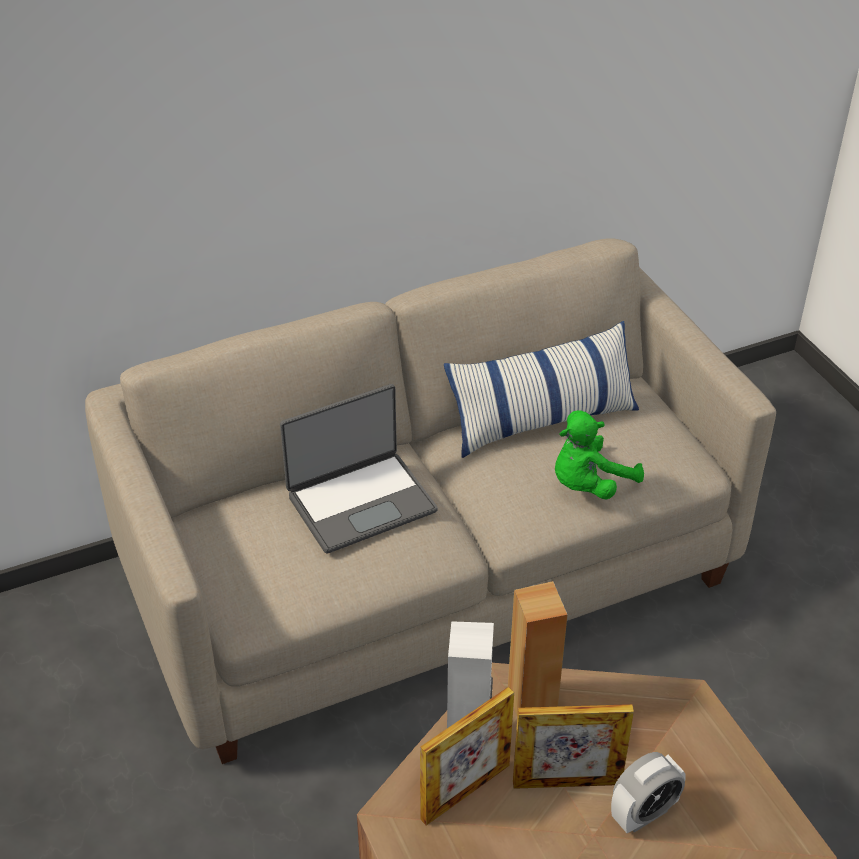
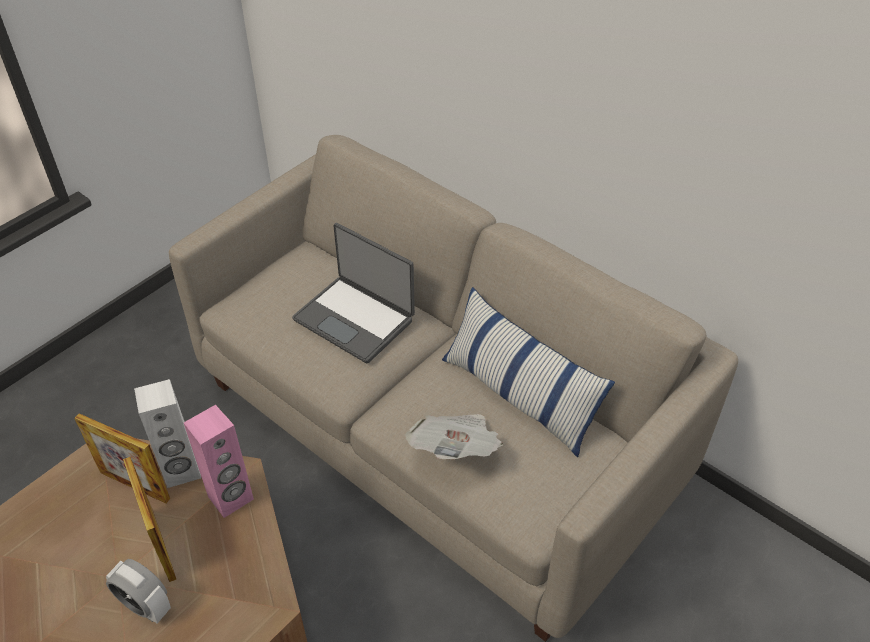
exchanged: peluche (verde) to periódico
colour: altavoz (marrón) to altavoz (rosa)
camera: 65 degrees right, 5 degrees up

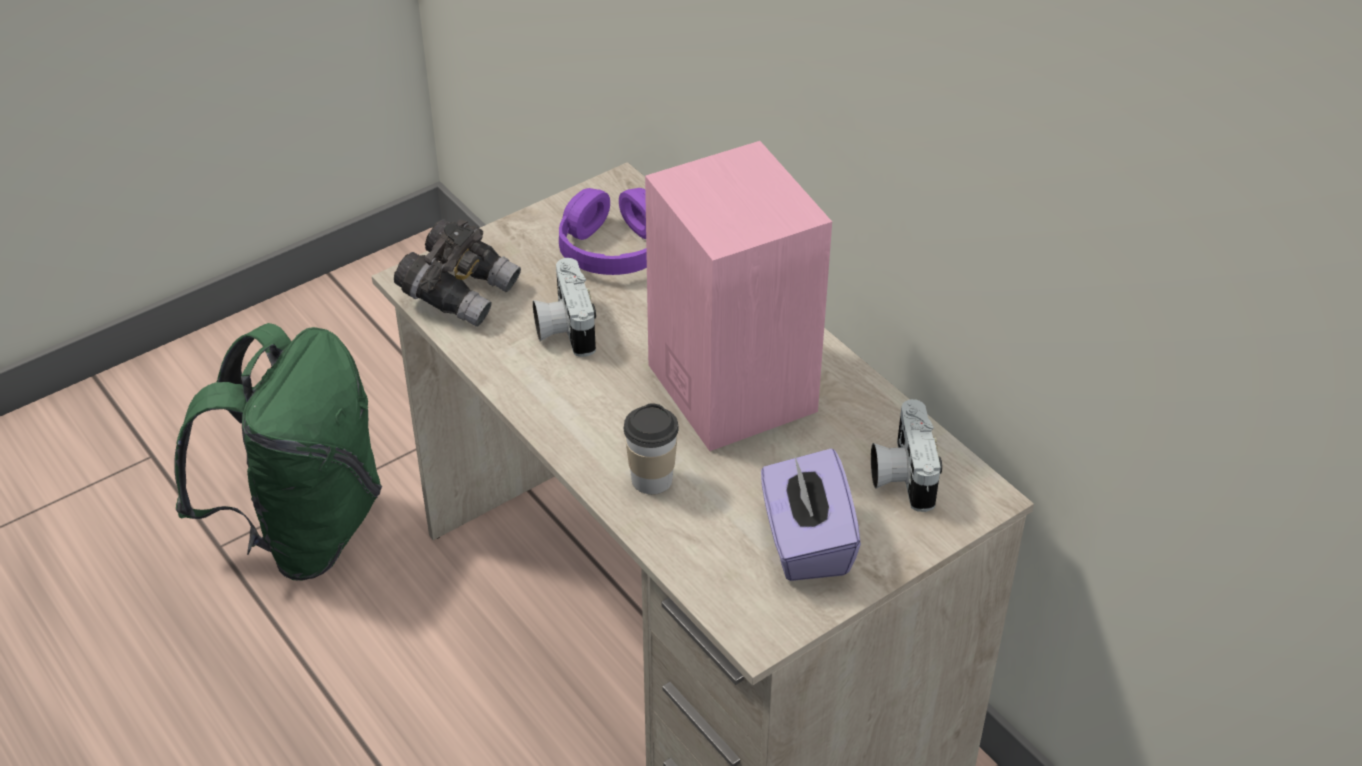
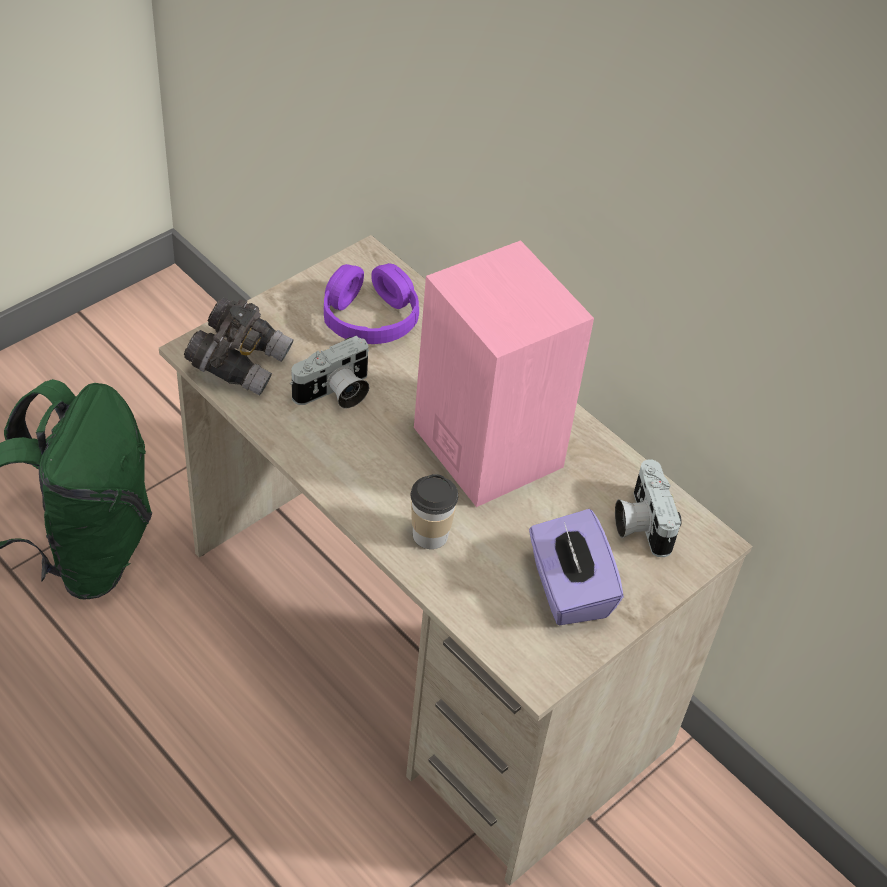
spun: cámara (no. 1 from left) 105 degrees counterclockwise
camera: 10 degrees left, 5 degrees up

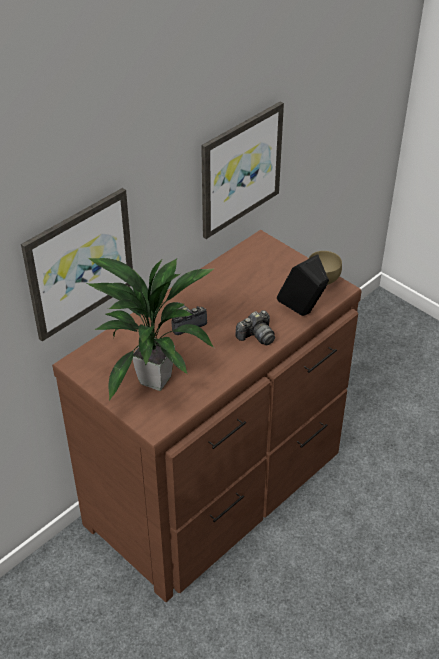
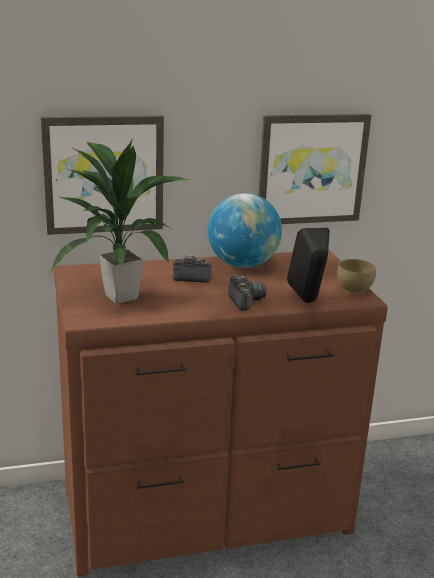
appeared: globo terráqueo
spun: cámara (no. 2 from left) 105 degrees counterclockwise
camera: 30 degrees right, 20 degrees down

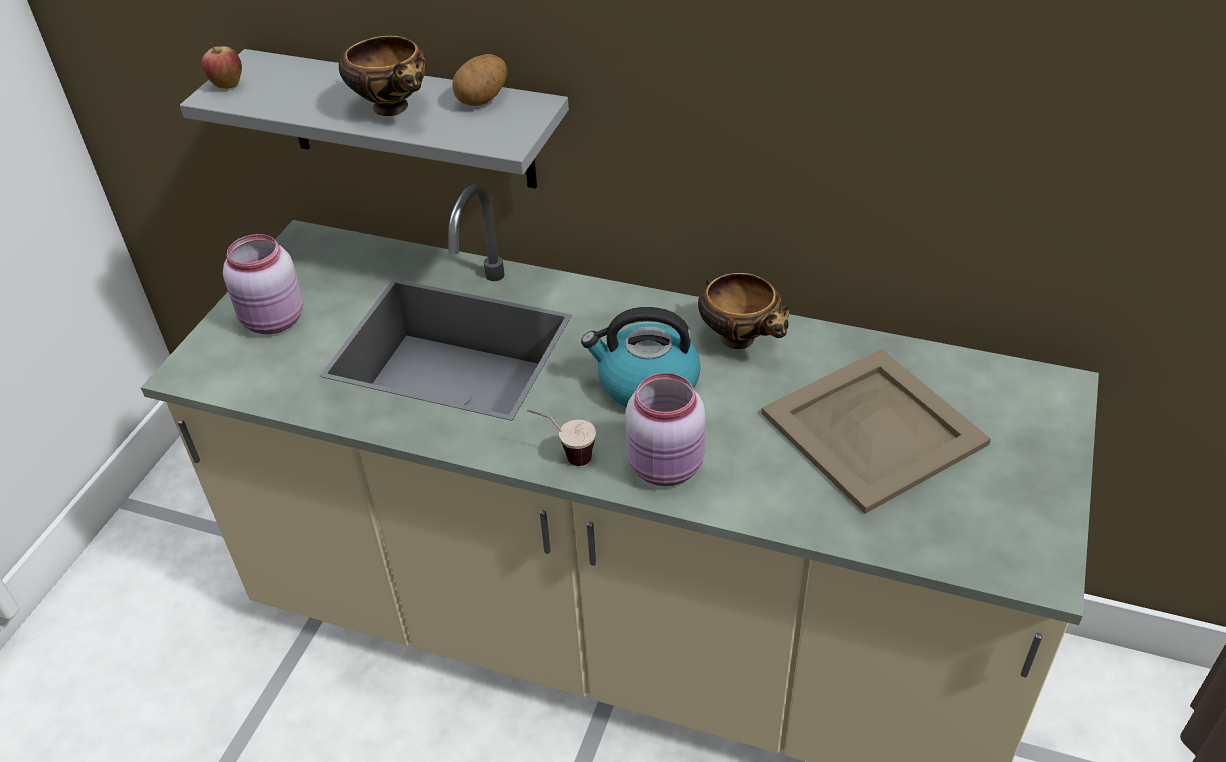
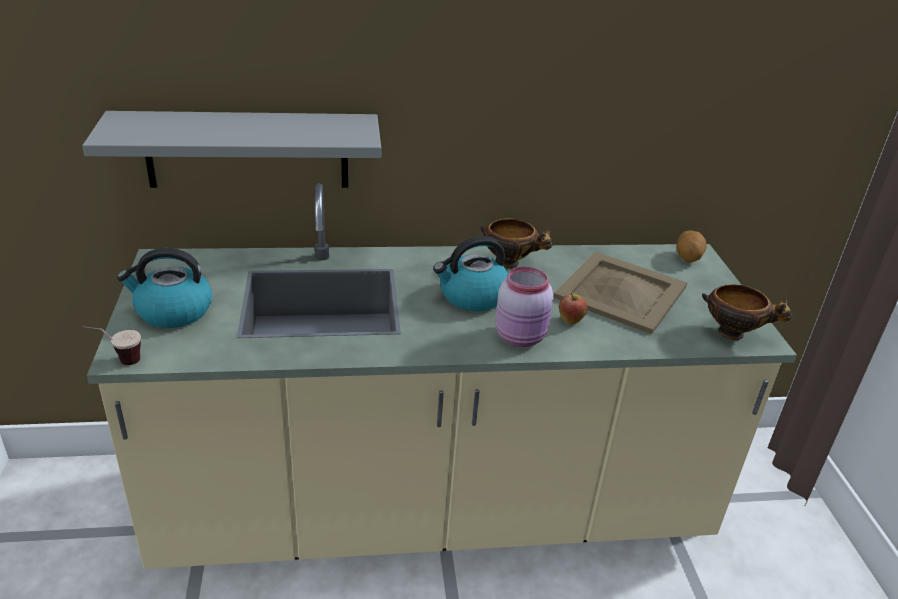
relocated: cuenco (no. 1 from left in the first image) to cuenco (no. 2 from left); manzana; patata; taza
exchanged: tarro (rosa) (no. 1 from left) to hervidor (no. 1 from left)
camera: 30 degrees left, 10 degrees down

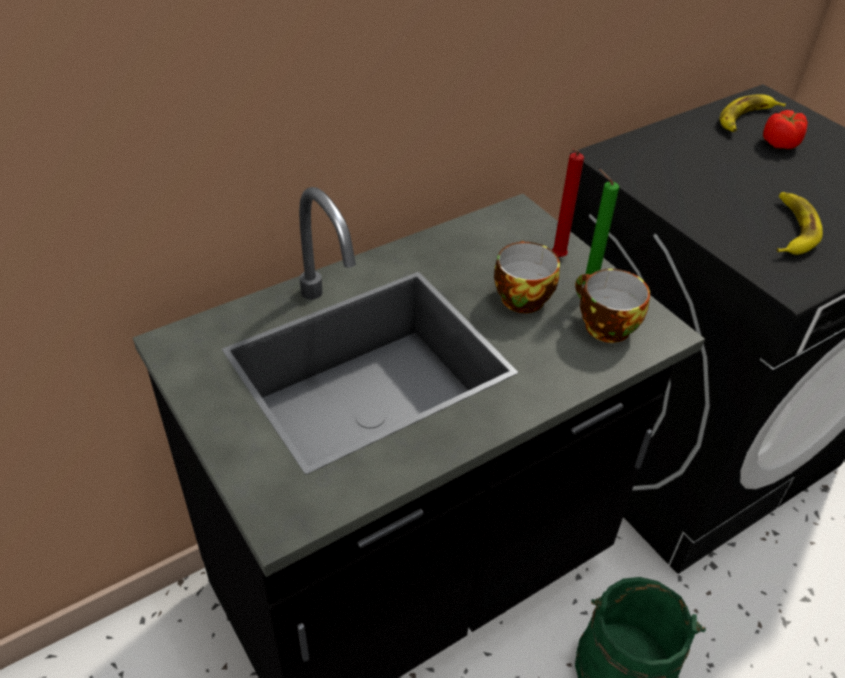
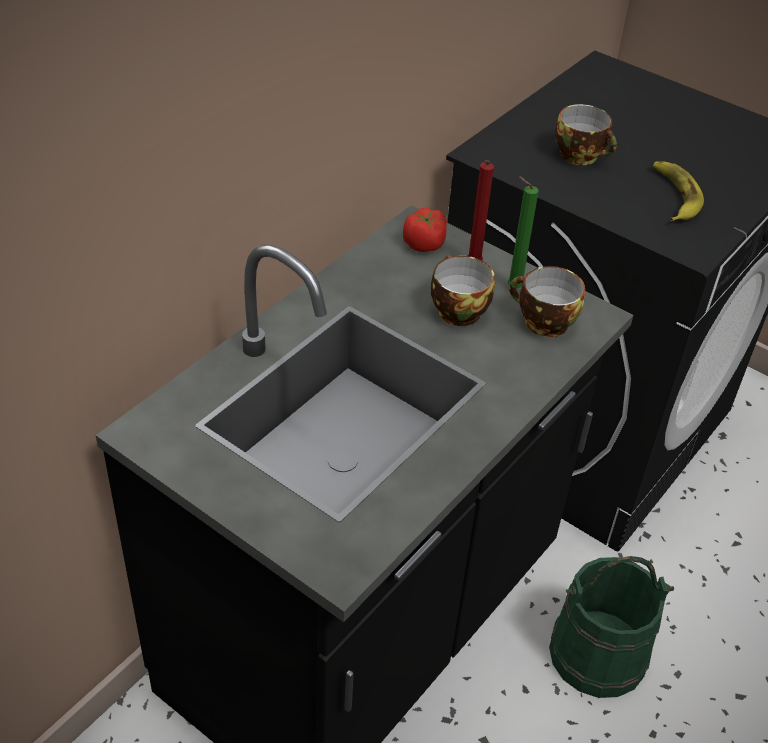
missing: plátano (no. 1 from left)
appeared: taza (no. 3 from left)
relocated: tomate
camera: 20 degrees left, 0 degrees up

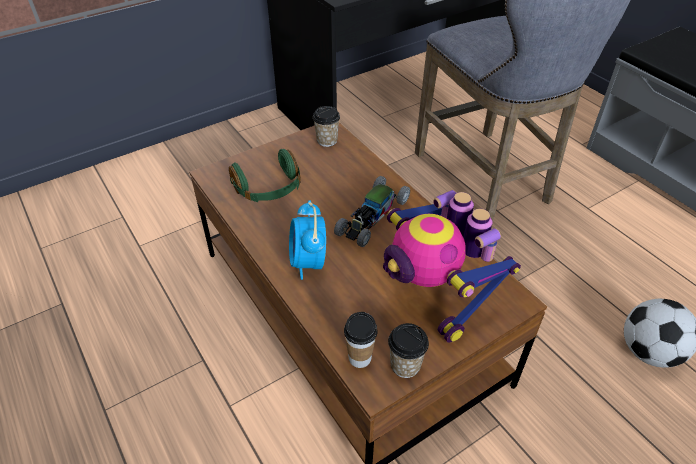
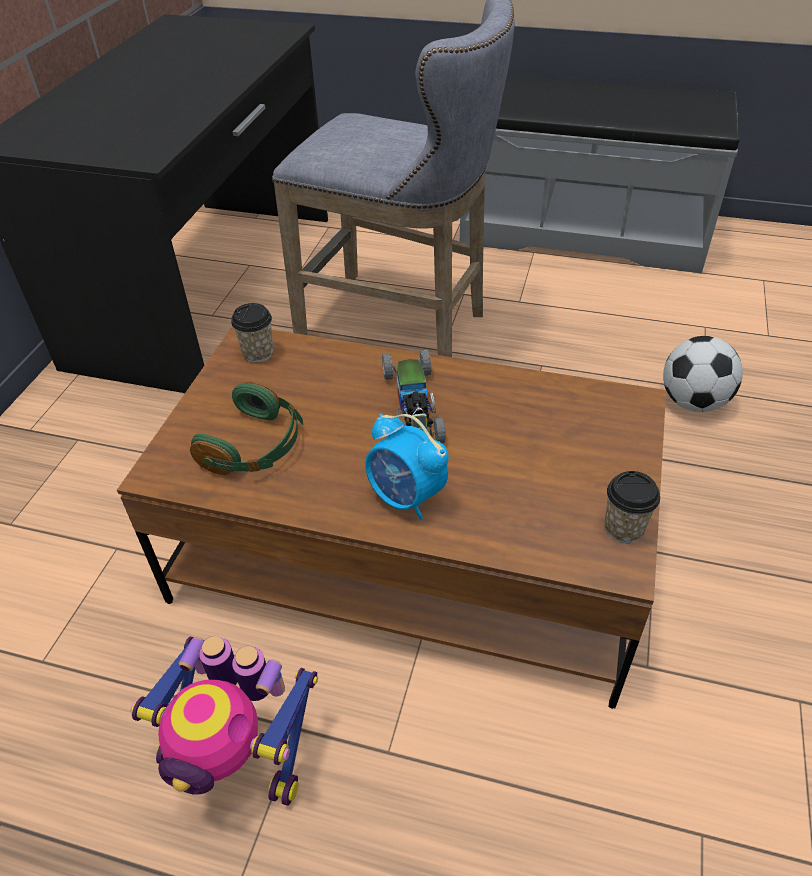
missing: taza (no. 2 from left)
relocated: robot de juguete
camera: 40 degrees left, 0 degrees up

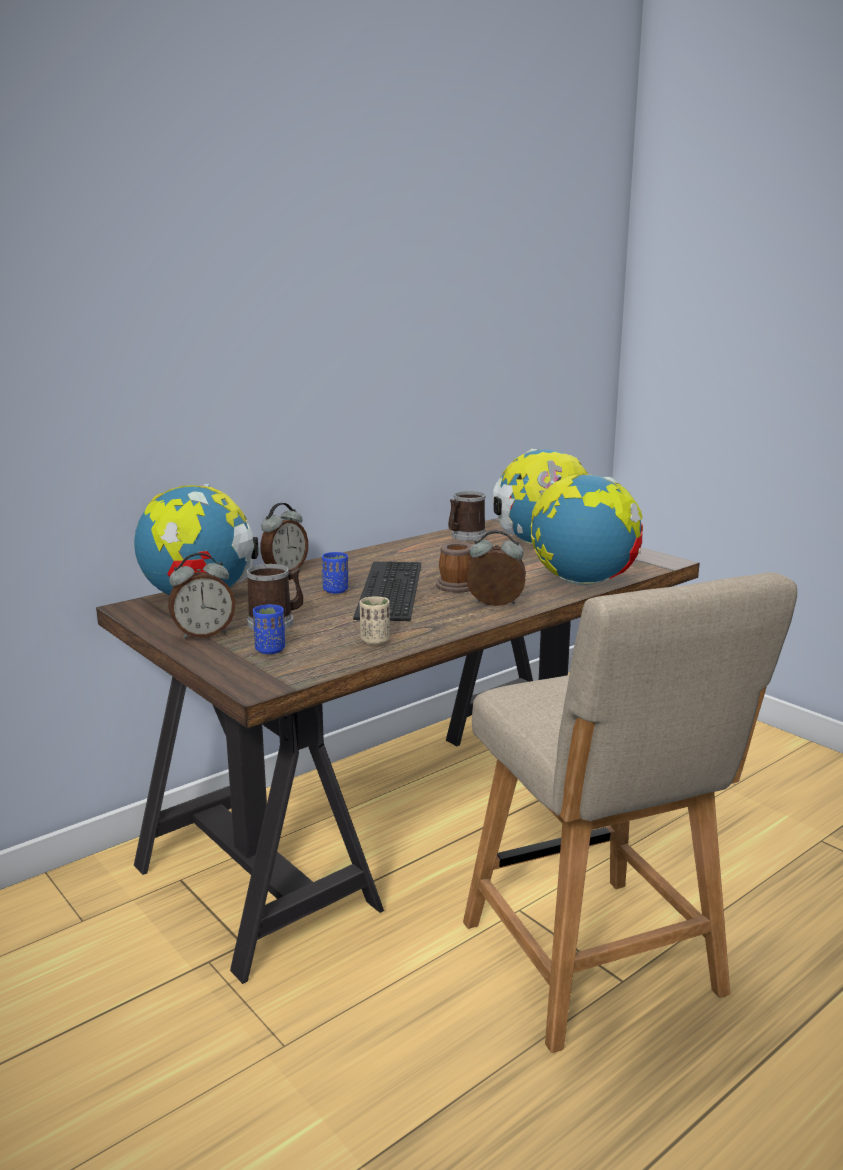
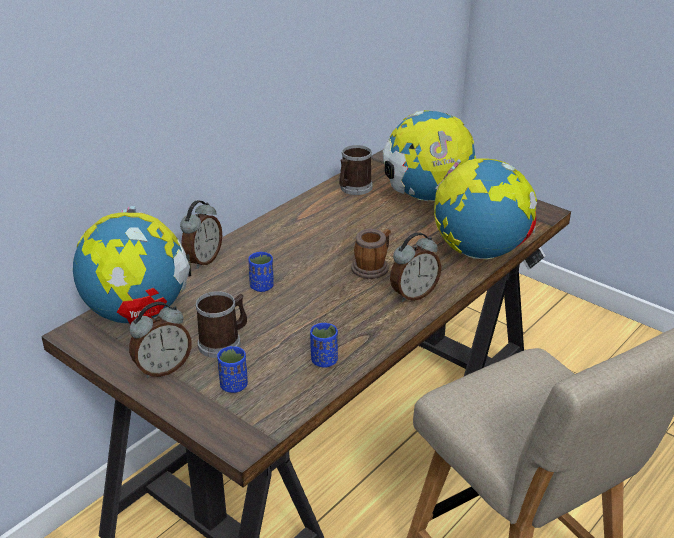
missing: teclado
colour: taza (beis) to taza (azul) (no. 3 from left)
spun: despertador (no. 3 from left) 150 degrees clockwise
camera: 10 degrees left, 15 degrees up

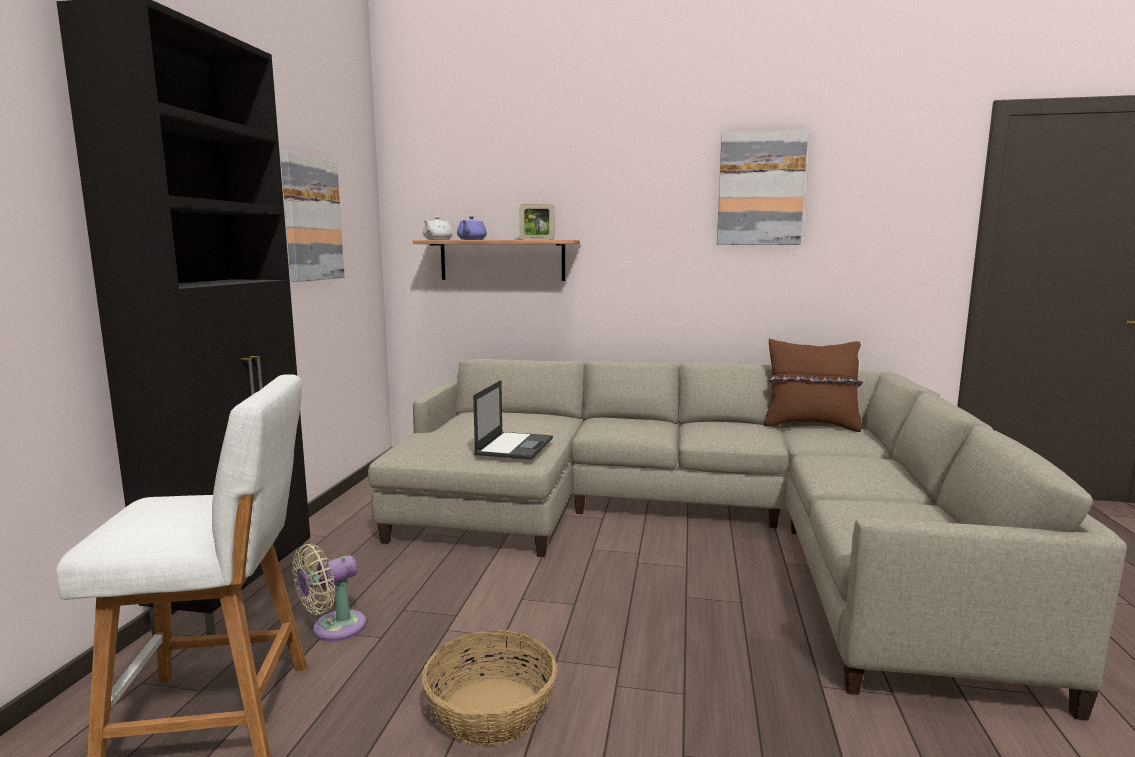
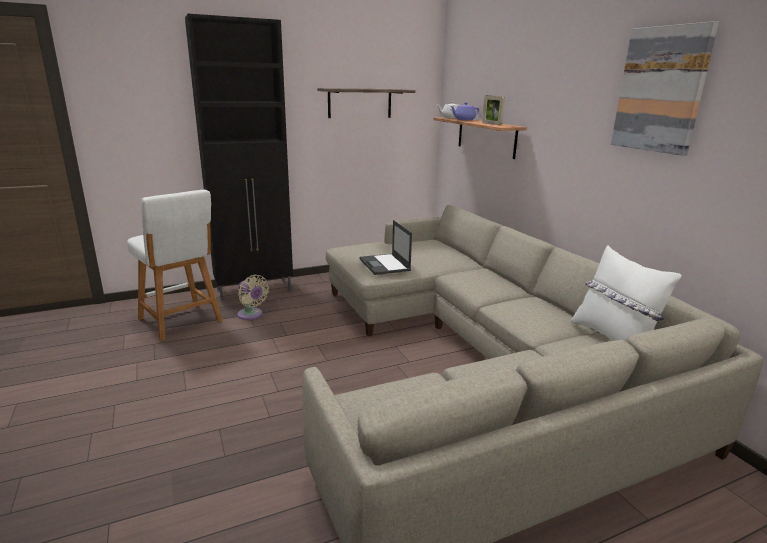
missing: cesta
exchanged: cuadro (no. 1 from left) to estante (no. 1 from left)
colour: cojín (marrón) to cojín (blanco)
spun: portátil 90 degrees clockwise; ventilador (beis) 150 degrees counterclockwise
camera: 55 degrees right, 10 degrees up

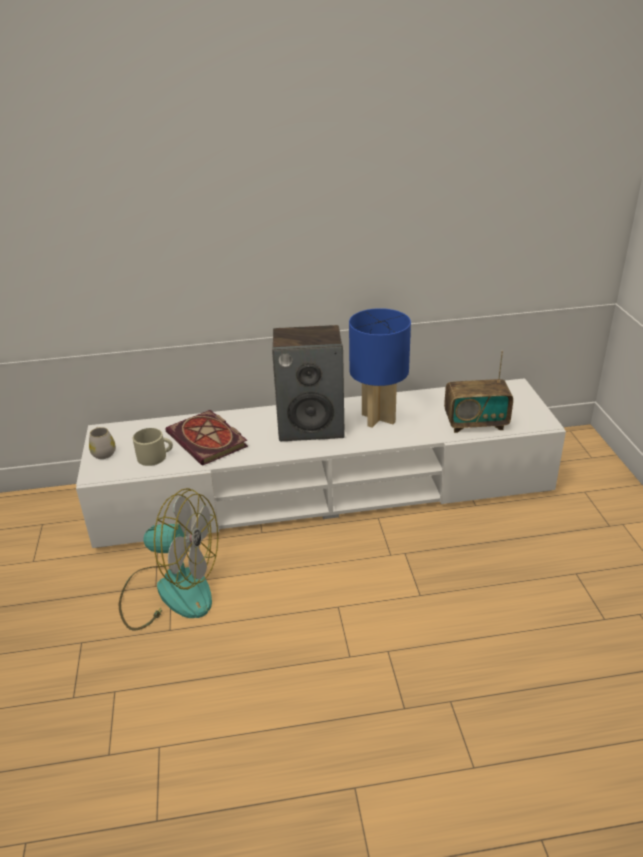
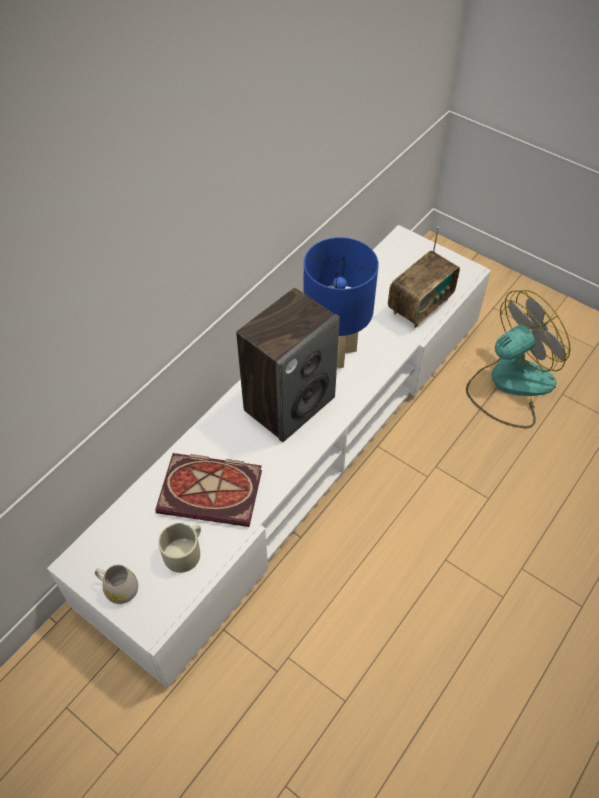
relocated: ventilador
camera: 45 degrees left, 20 degrees up

